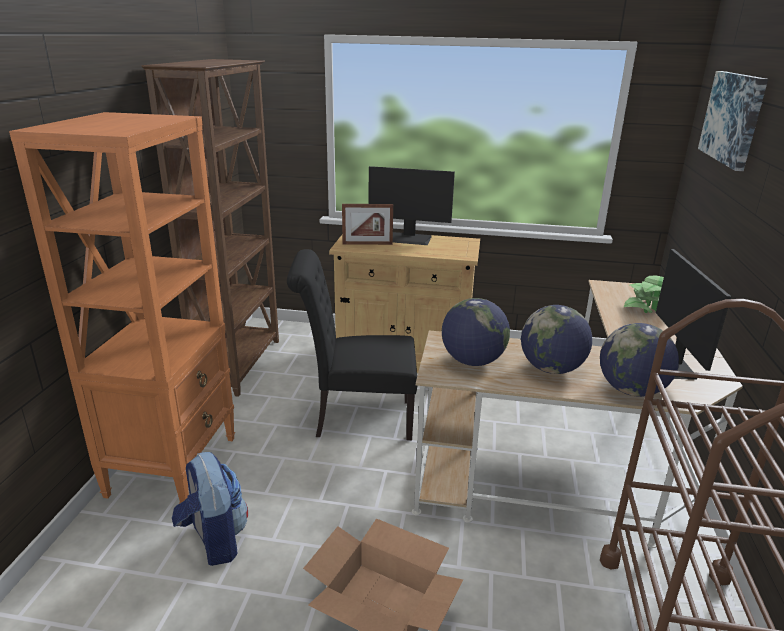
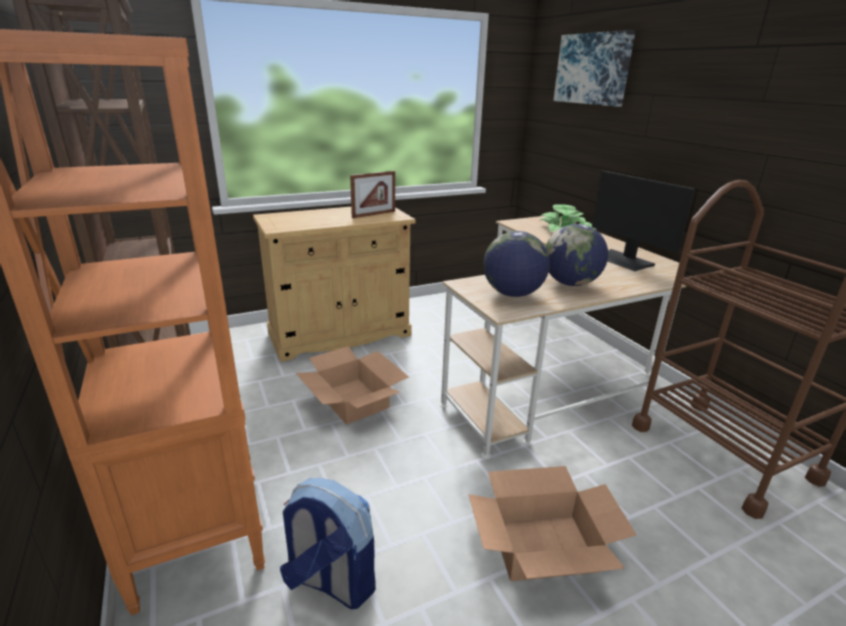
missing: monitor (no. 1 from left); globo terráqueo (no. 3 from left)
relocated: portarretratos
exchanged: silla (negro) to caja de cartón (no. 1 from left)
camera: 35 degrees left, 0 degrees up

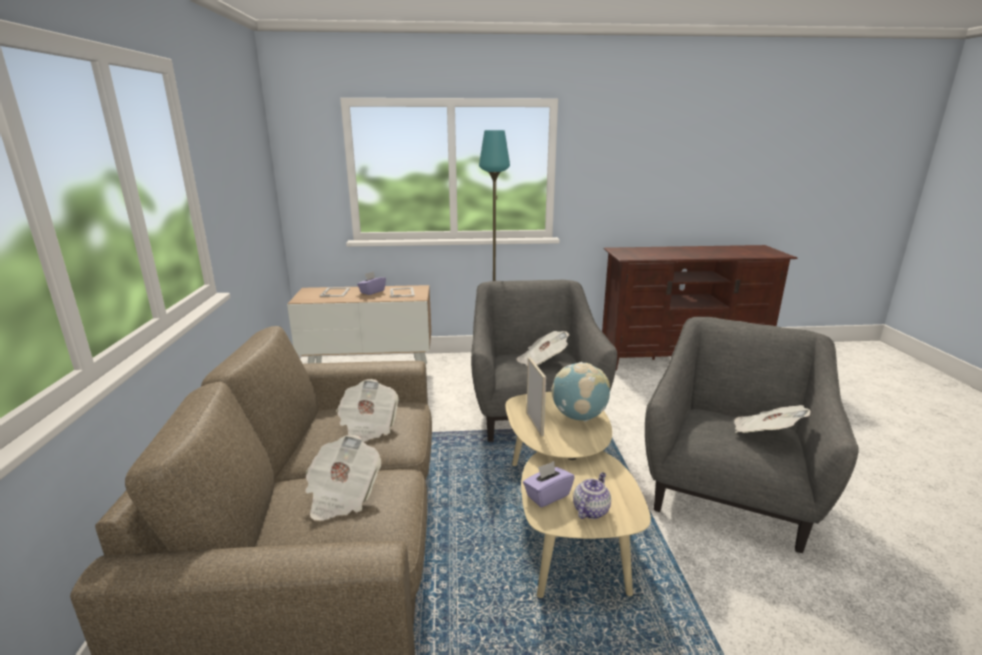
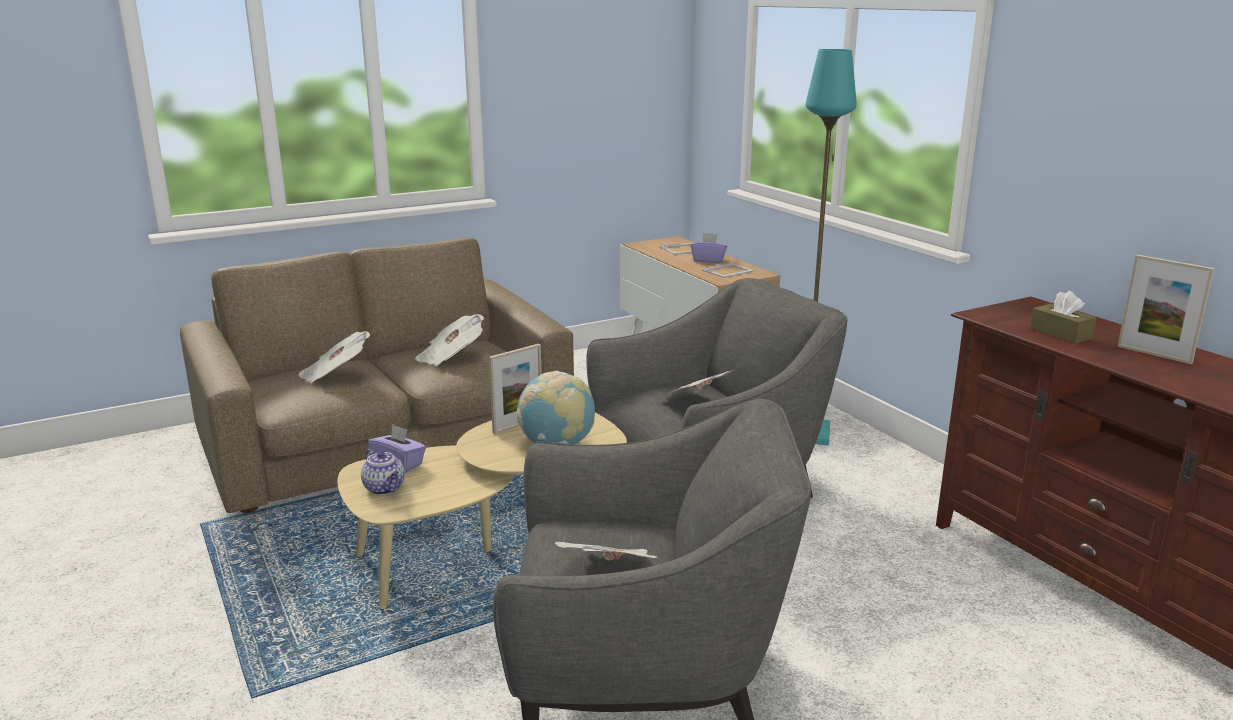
appeared: portarretratos (no. 4 from left); caja de pañuelos (marrón)
spun: tetera 45 degrees clockwise
camera: 65 degrees right, 0 degrees up

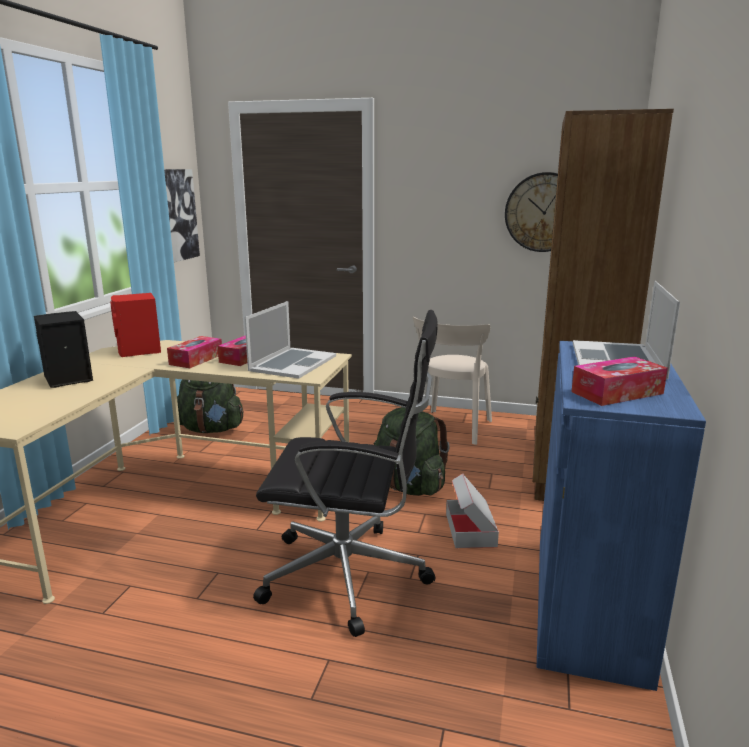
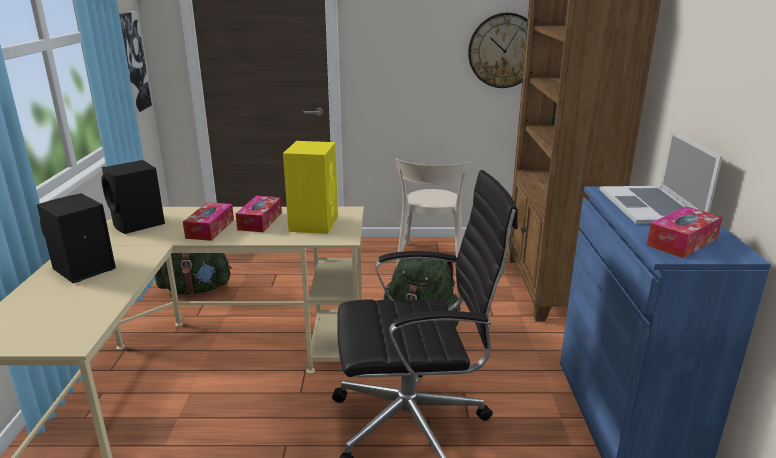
missing: caja de cartón
exchanged: portátil (no. 1 from left) to altavoz (amarillo)
colour: altavoz (rojo) to altavoz (negro) (no. 2 from left)
camera: 15 degrees left, 5 degrees up

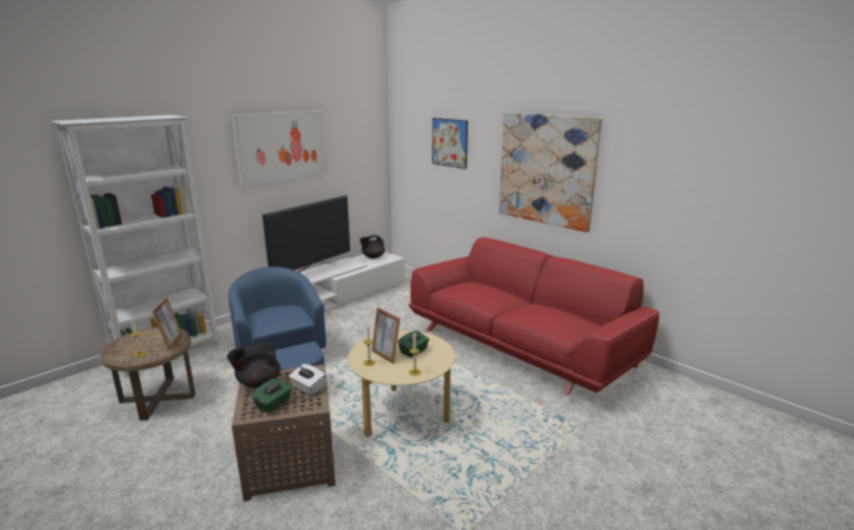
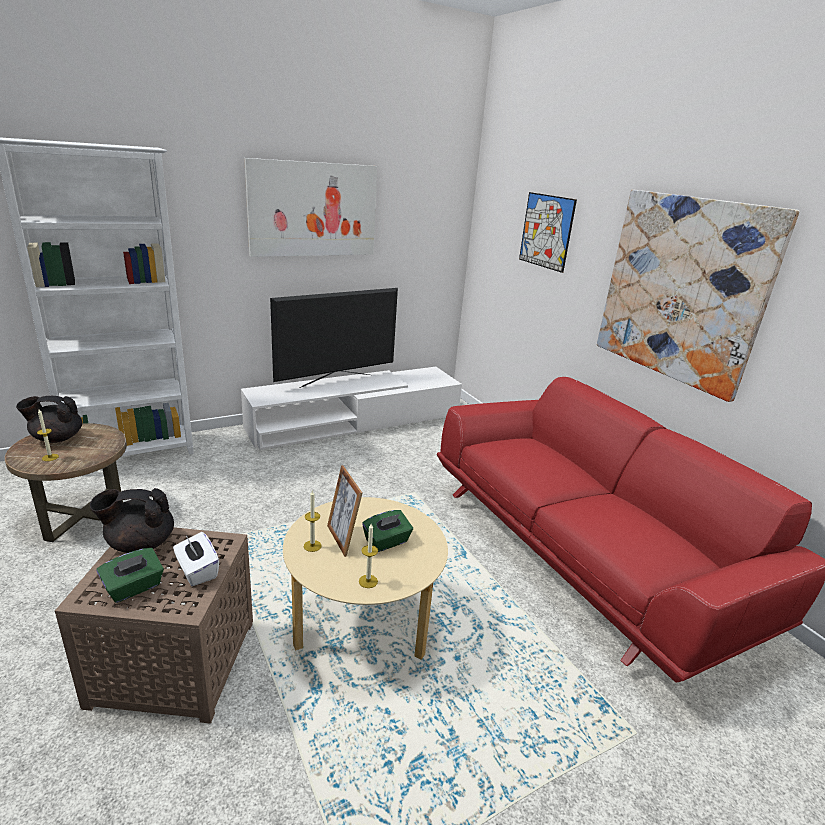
missing: sillón (azul); portarretratos (no. 1 from left)
relocated: tetera (negro) (no. 2 from left in the first image) to tetera (negro) (no. 1 from left)
camera: 15 degrees right, 5 degrees up

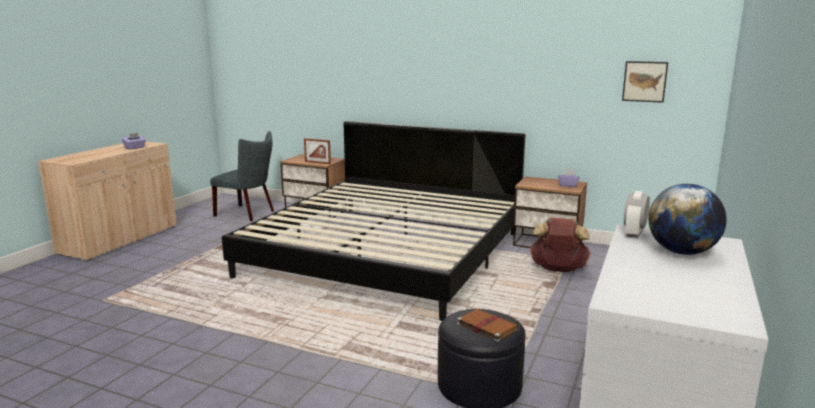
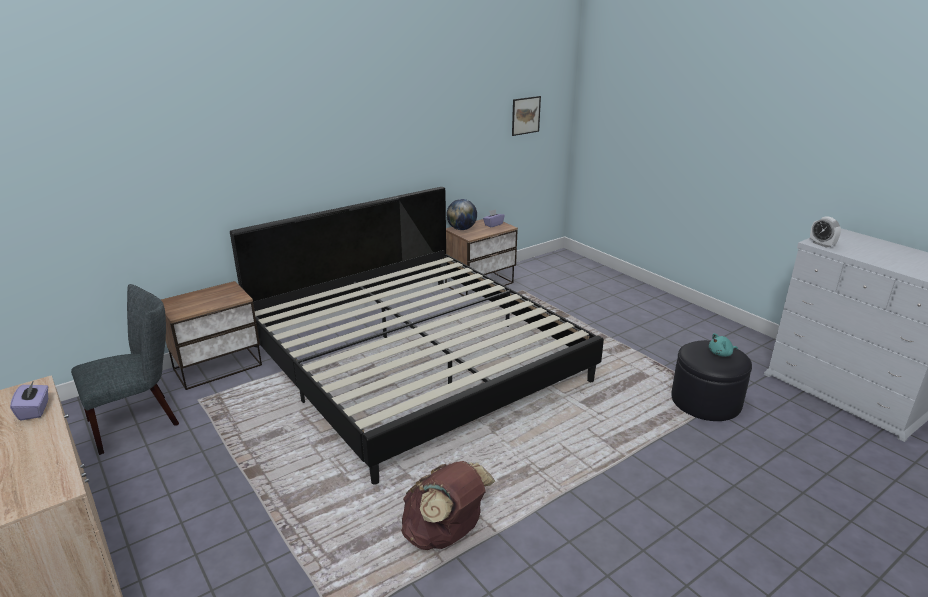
missing: portarretratos
relocated: globo terráqueo; mochila (marrón)
exchanged: libro (marrón) to peluche (turquesa)
camera: 60 degrees left, 10 degrees up

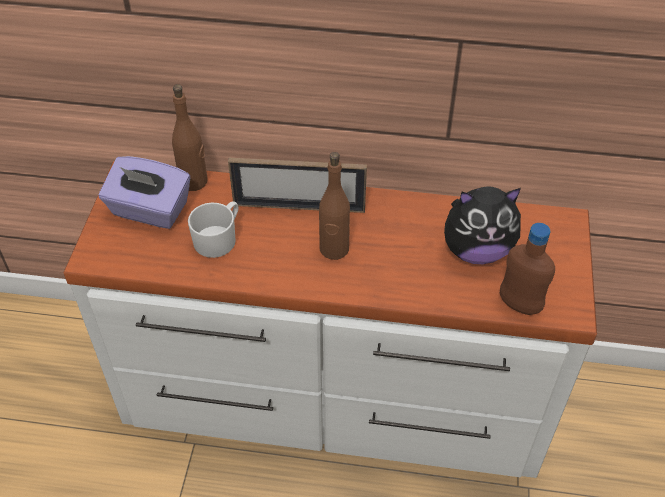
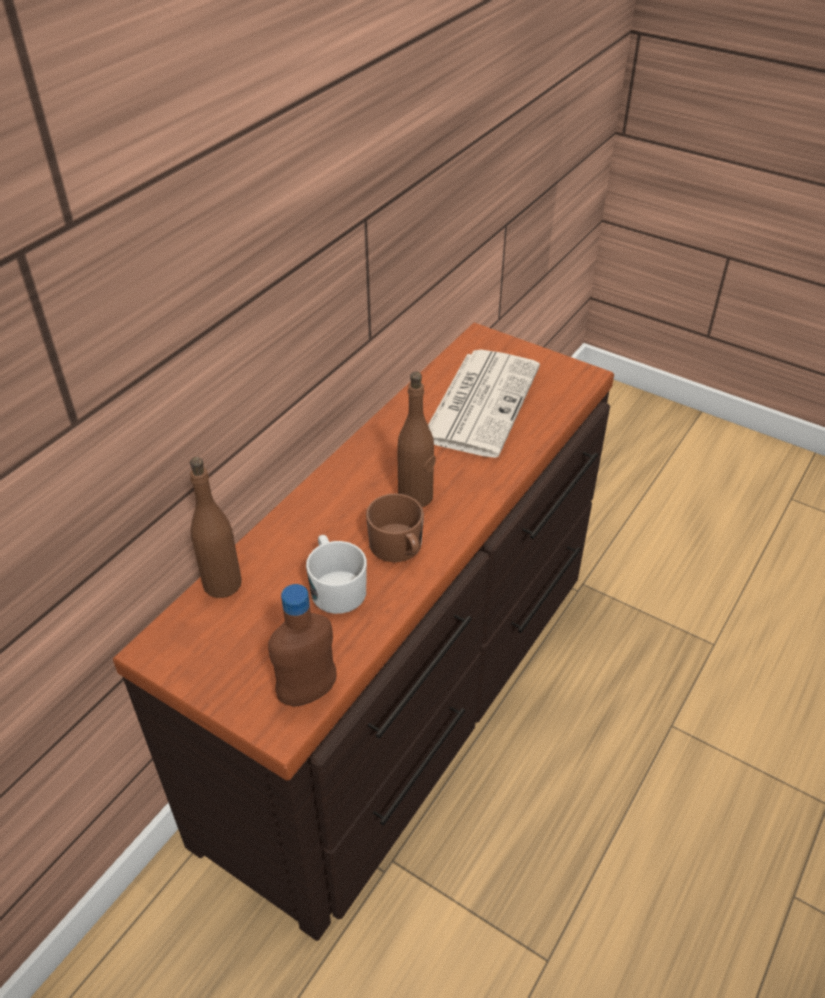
missing: caja de pañuelos (morado); portarretratos
appeared: taza grande (marrón)
relocated: botella (marrón) (no. 3 from left in the first image) to botella (marrón) (no. 2 from left)
exchanged: peluche to periódico
colour: cómoda (blanco) to cómoda (marrón)
camera: 65 degrees left, 5 degrees down

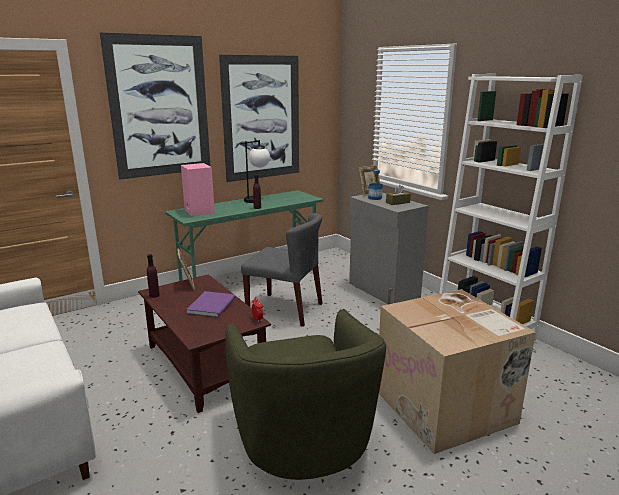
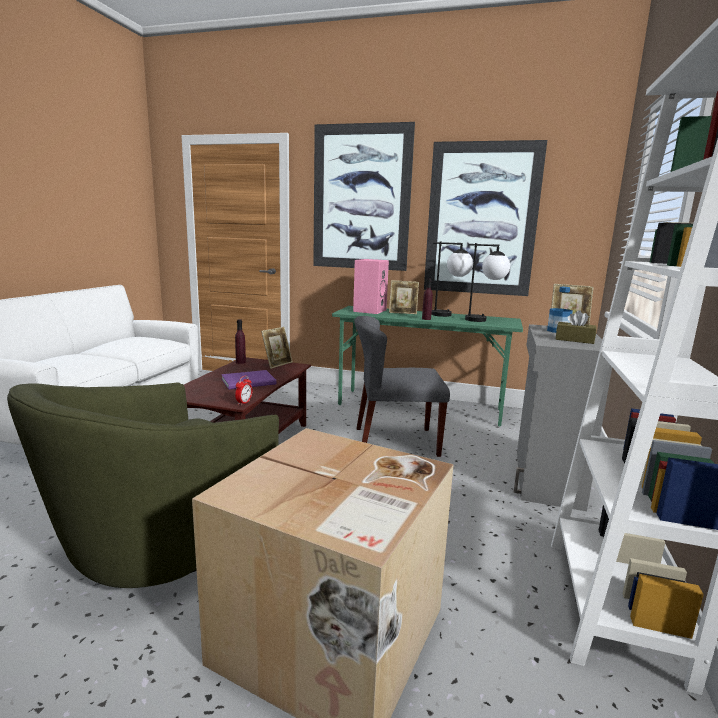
appeared: lámpara de mesa (no. 2 from left); portarretratos (no. 2 from left)
spun: silla (gris) 105 degrees clockwise
camera: 50 degrees right, 5 degrees down

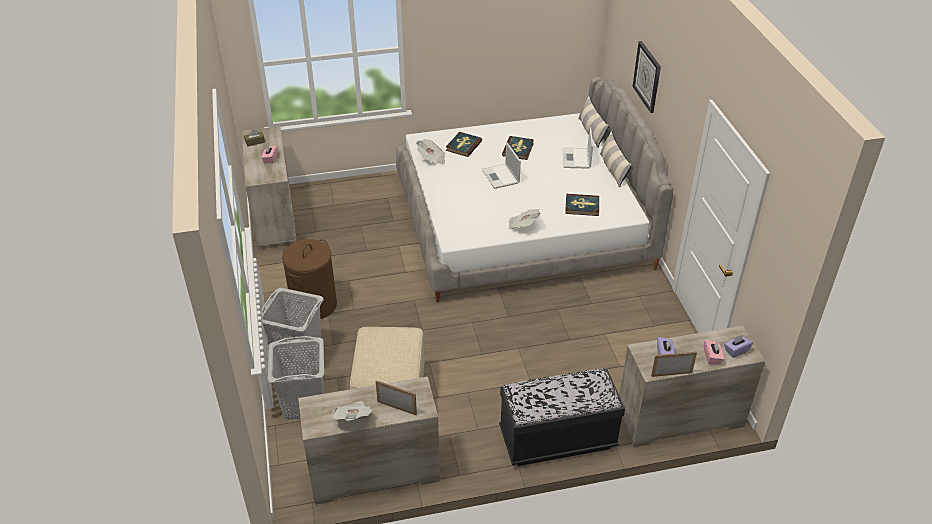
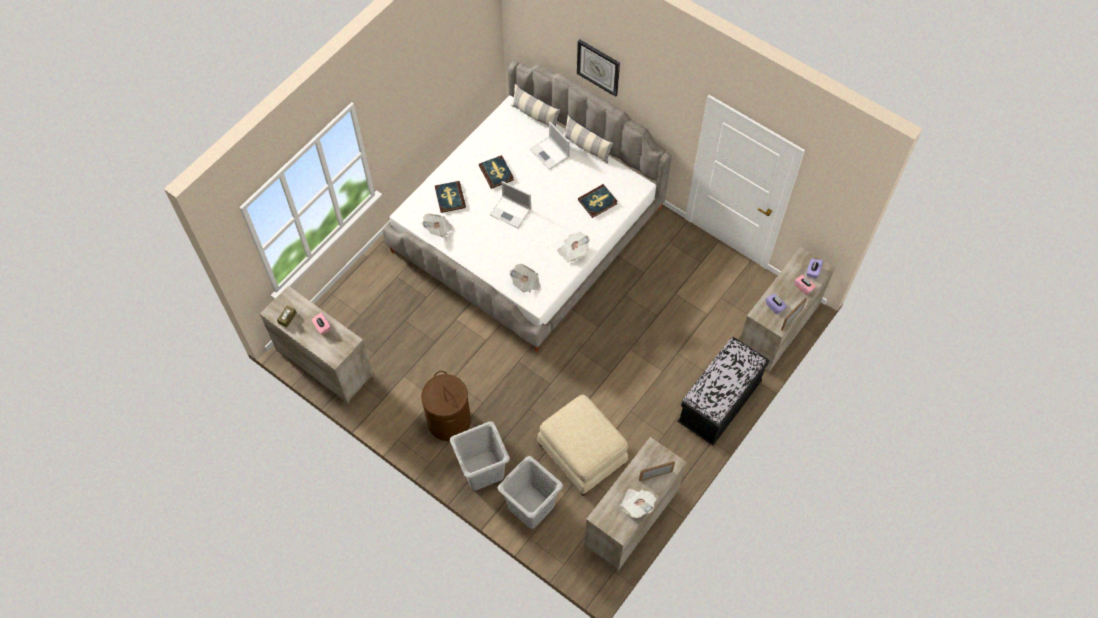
appeared: periódico (no. 2 from left)
camera: 40 degrees left, 20 degrees up

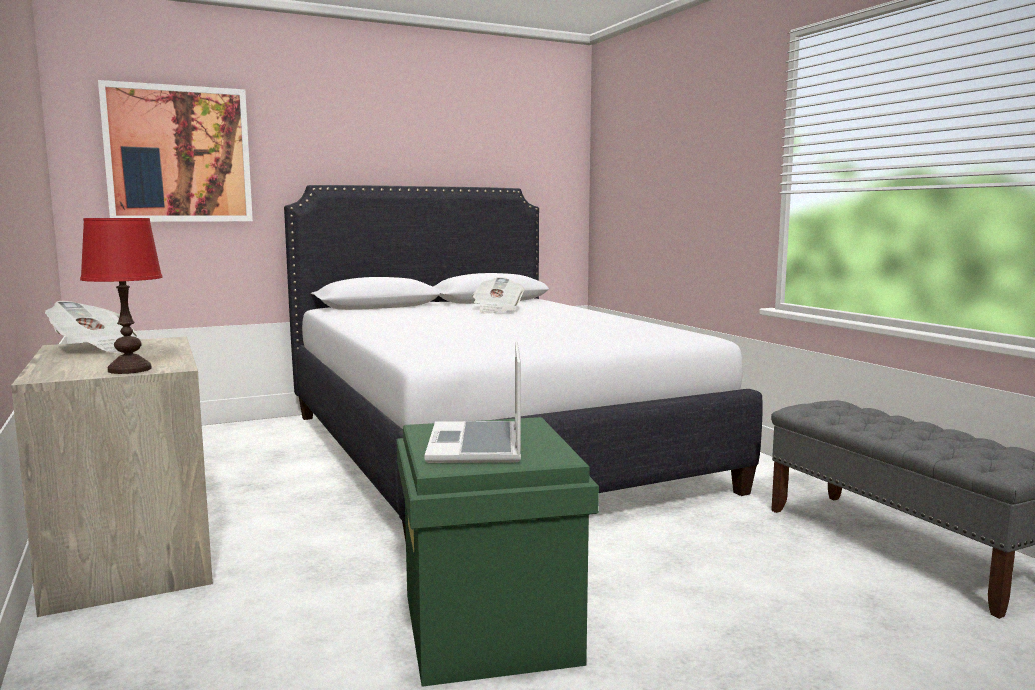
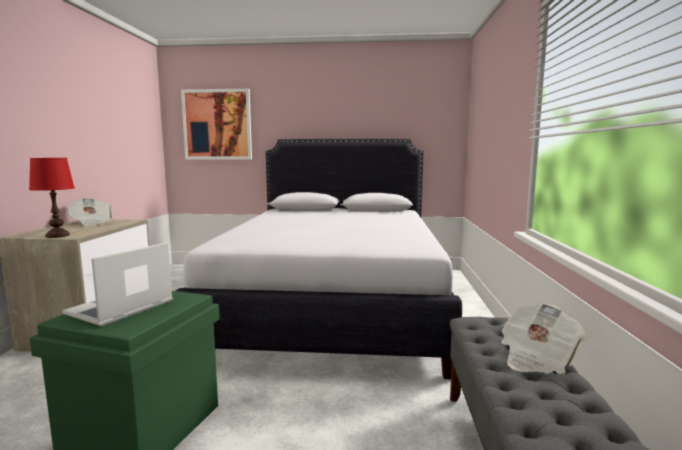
relocated: periódico (no. 2 from left)
camera: 30 degrees right, 0 degrees up

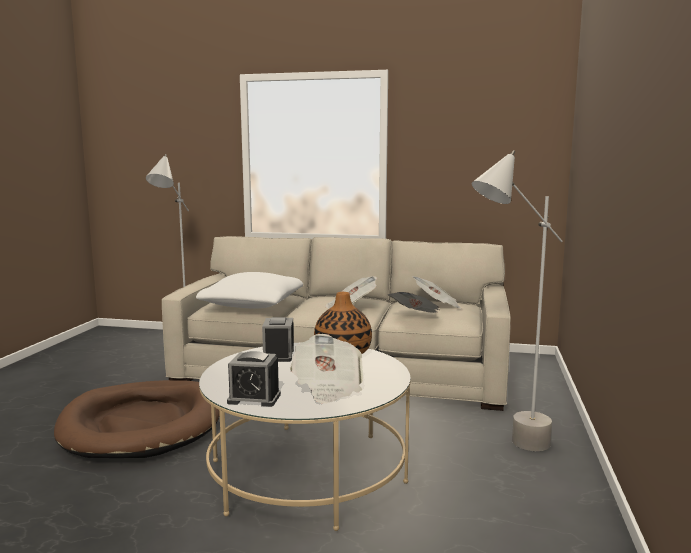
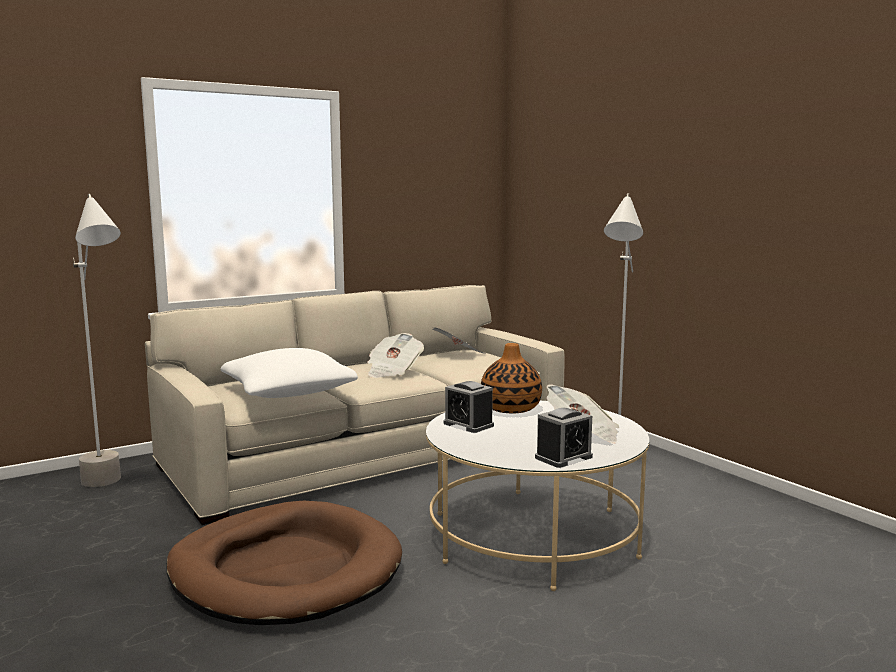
missing: periódico (no. 3 from left)
camera: 45 degrees left, 0 degrees up

